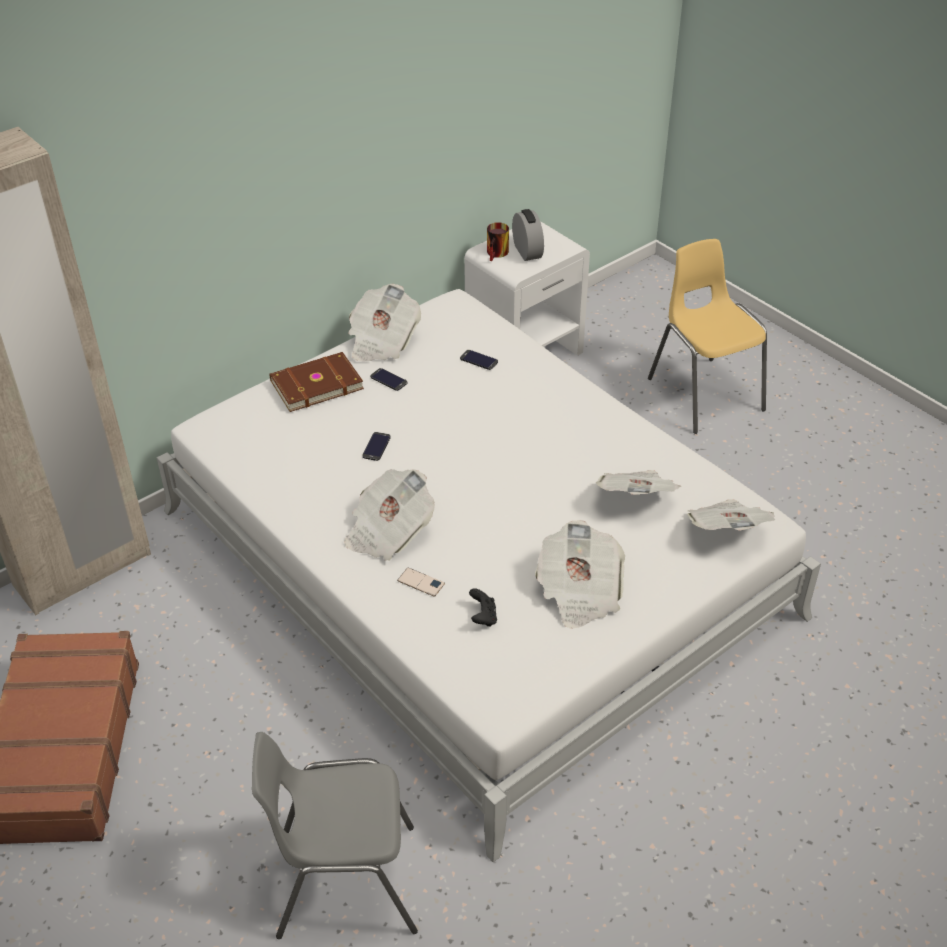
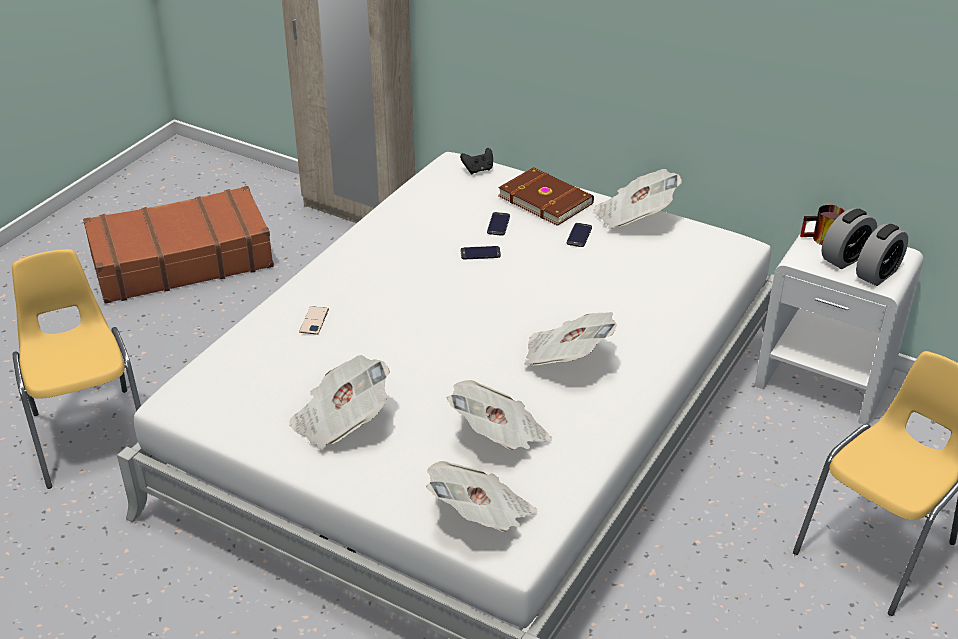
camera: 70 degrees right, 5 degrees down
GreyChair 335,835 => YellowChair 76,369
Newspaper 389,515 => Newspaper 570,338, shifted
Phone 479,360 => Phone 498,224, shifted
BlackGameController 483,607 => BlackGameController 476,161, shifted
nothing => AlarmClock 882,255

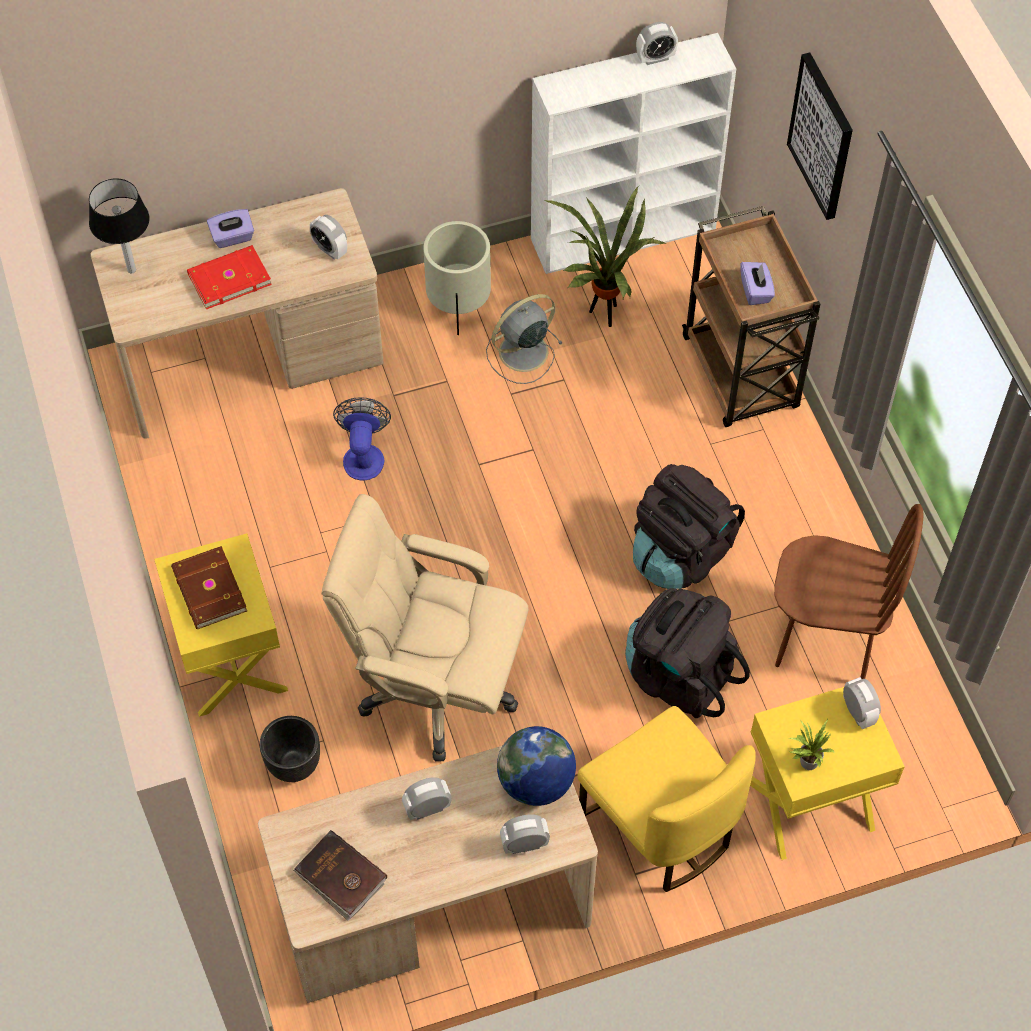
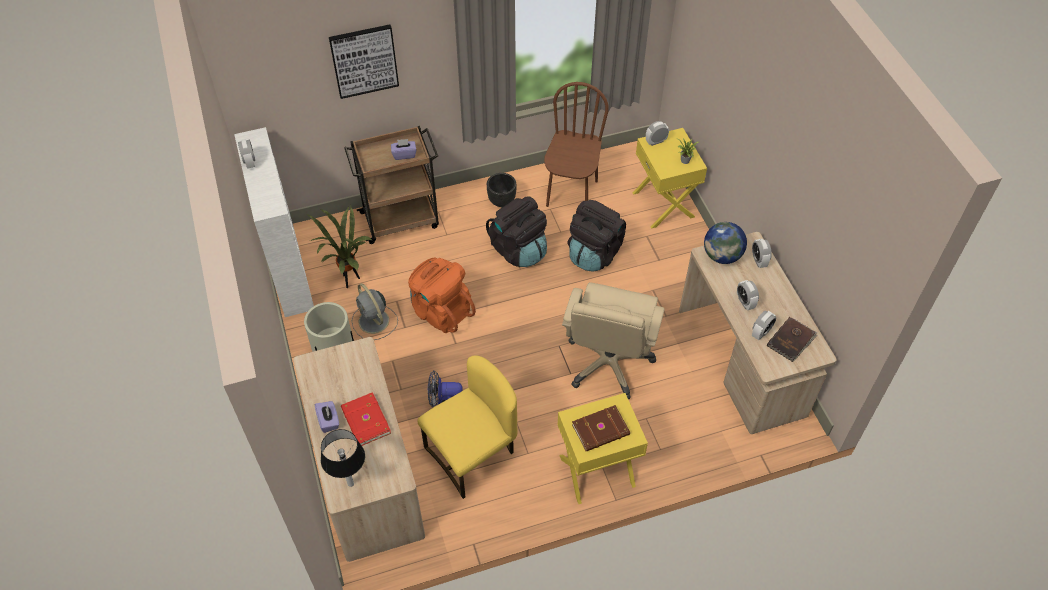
camera: 90 degrees left, 5 degrees down
BlackPlanter 290,749 => BlackPlanter 501,190, shifted
AlarmClock 328,237 => AlarmClock 764,325, shifted
YellowChair 666,799 => YellowChair 467,427, shifted
nothing => OrangeBackpack 442,295

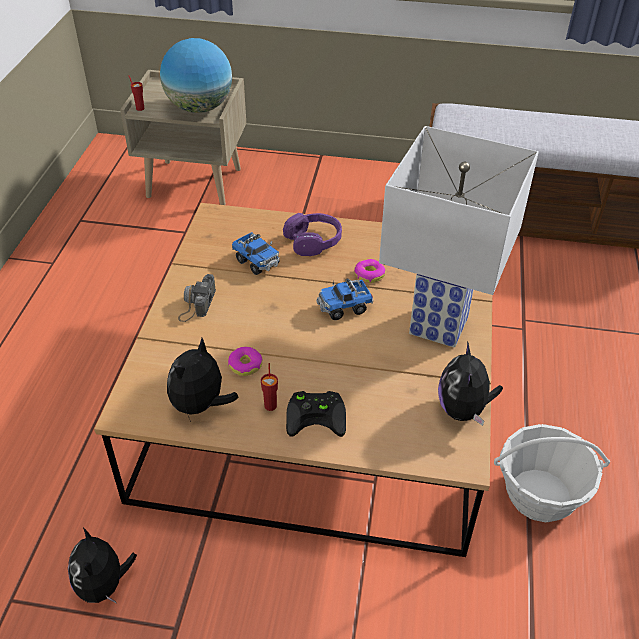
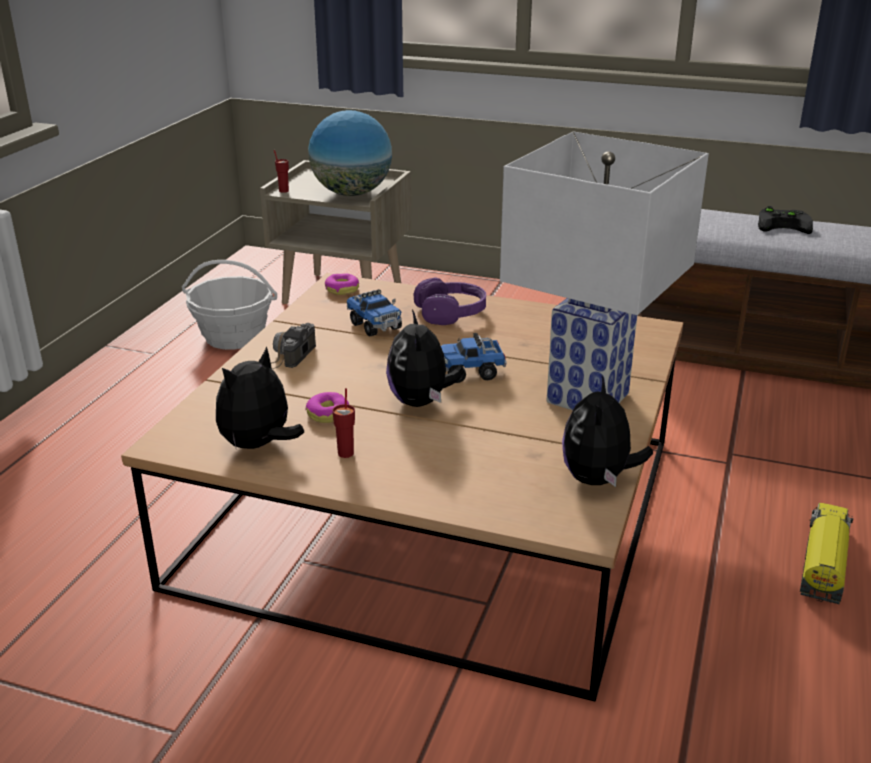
camera: 10 degrees right, 15 degrees down
PlushToy 102,566 => PlushToy 425,358, shifted
BlackGameController 316,414 => BlackGameController 785,220, shifted
Donut 369,271 => Donut 342,284, shifted
Basket 552,473 => Basket 229,305, shifted
nothing => ToyTruck 826,553

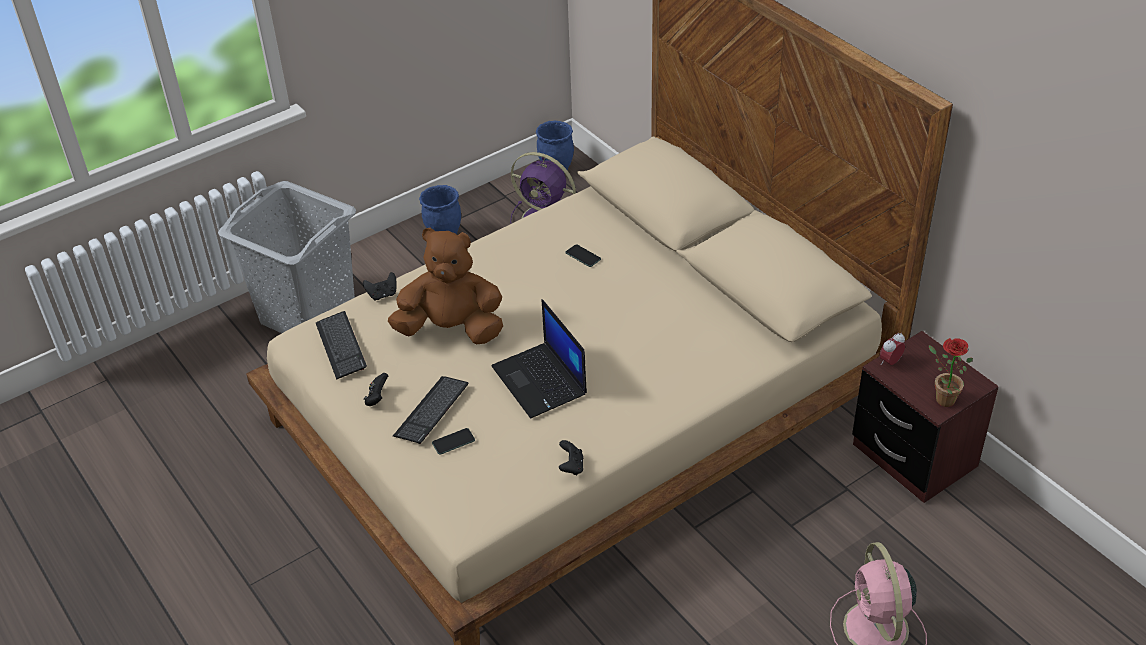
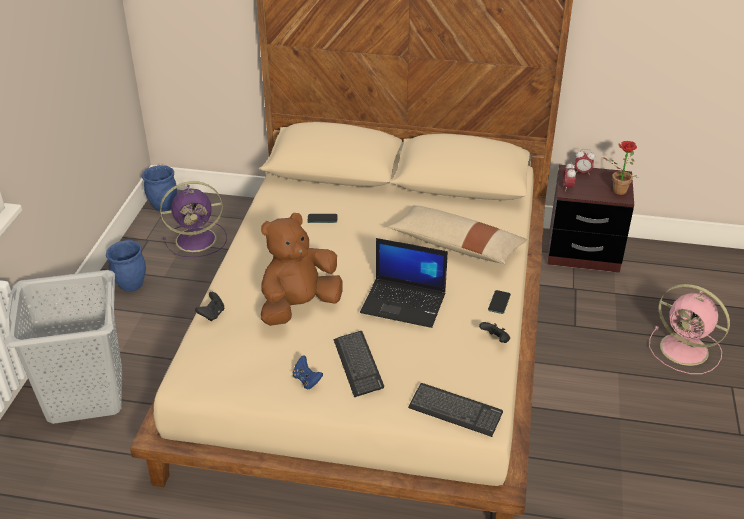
camera: 45 degrees left, 5 degrees down
Keyboard 341,345 => Keyboard 455,410, shifted
BlackGameController 376,389 => BlueGameController 308,372
Phone 453,441 => Phone 499,302, shifted
nothing => BeigePillow 457,234
nothing => AlarmClock 585,161

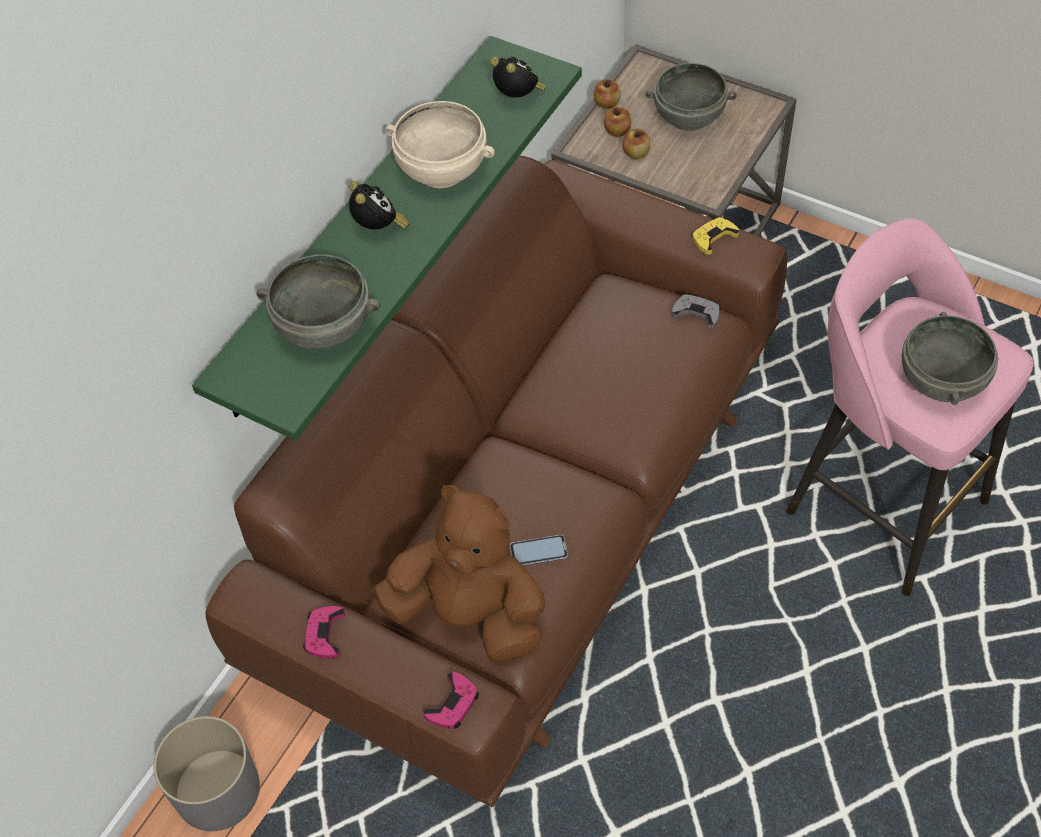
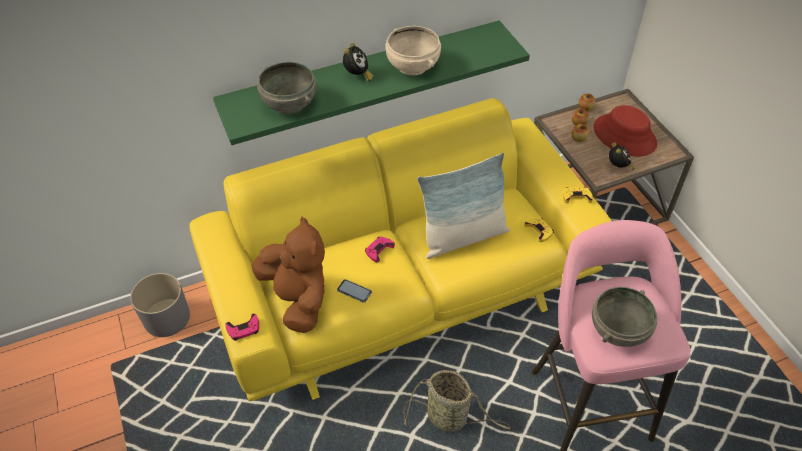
camera: 35 degrees right, 5 degrees down
BrownSofa 496,481 => YellowSofa 401,249
PinkGameController 324,632 => PinkGameController 380,249, shifted
AlarmClock 518,77 => AlarmClock 622,156, shifted
GreyBowl 691,97 => RedHat 625,130
GreyGameController 695,311 => YellowGameController 539,229
nothing => Basket 456,401
nothing => Pillow 463,206

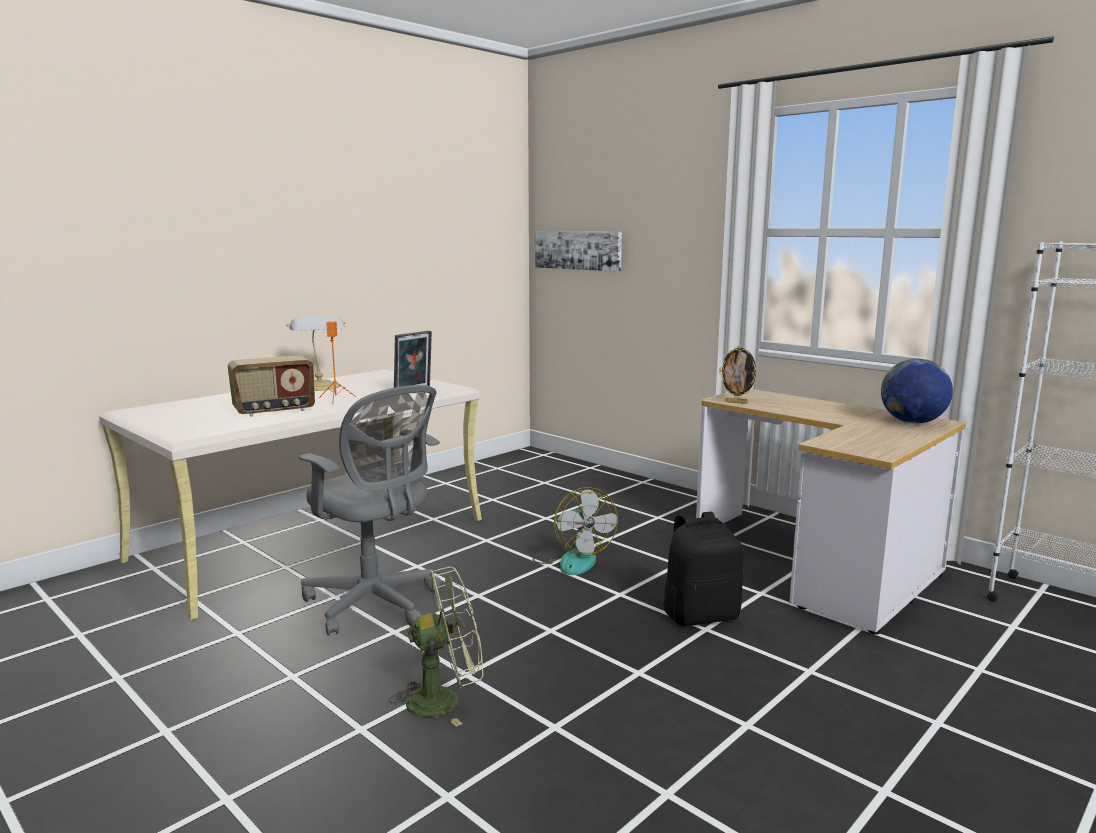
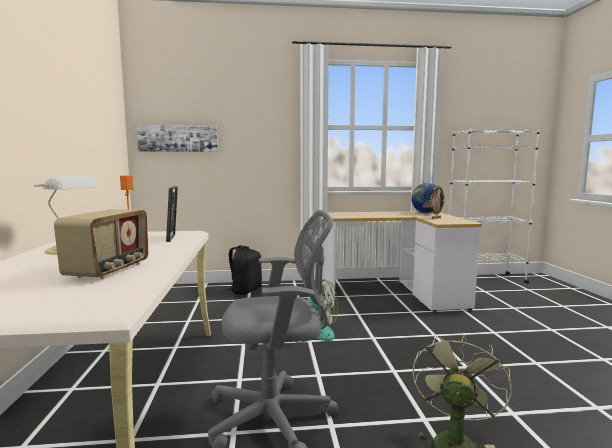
camera: 50 degrees left, 5 degrees down
BlackBackpack 703,569 => BlackBackpack 245,270, shifted
PictureFrame 738,375 => PictureFrame 437,202, shifted

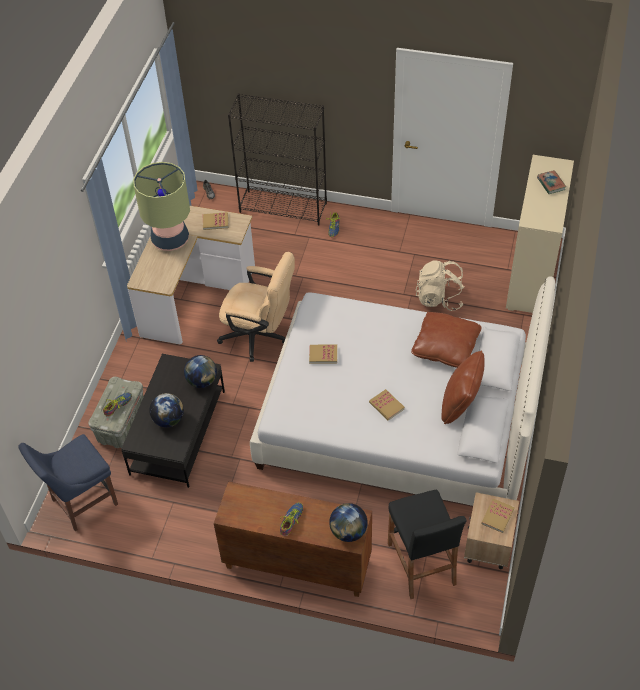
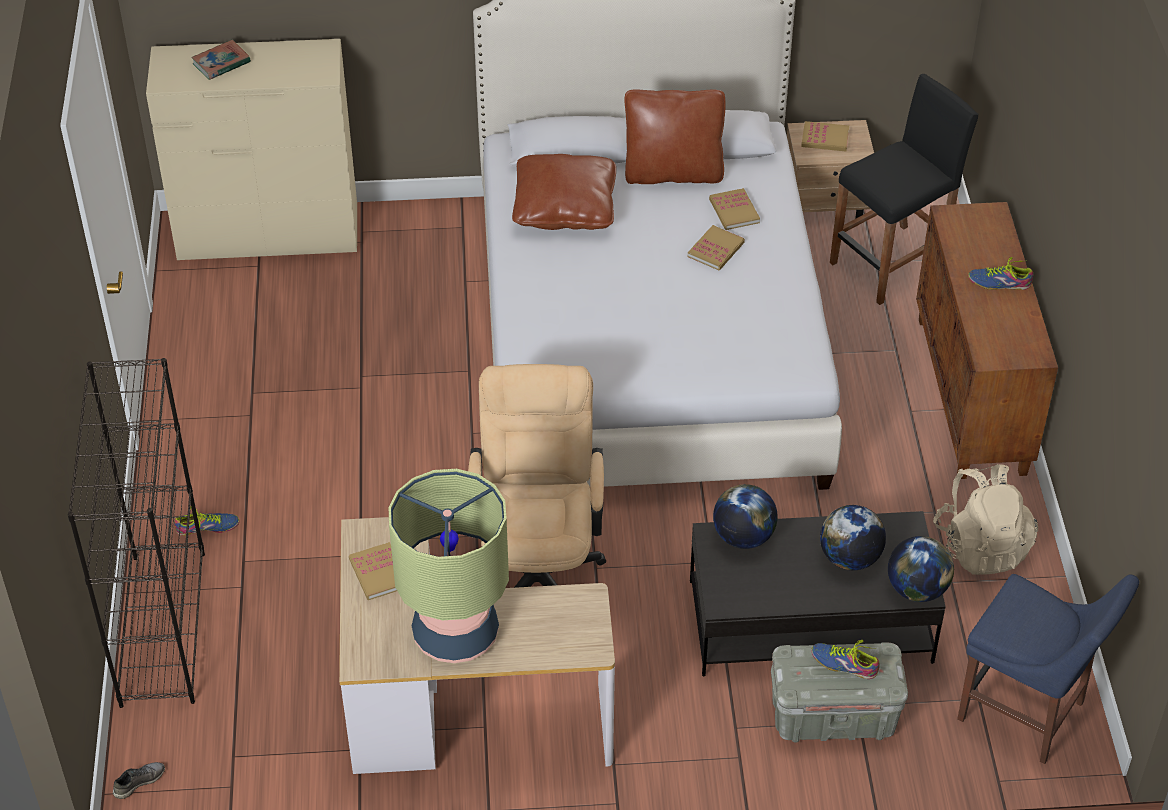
camera: 110 degrees left, 5 degrees down
Book 323,354 => Book 734,209, shifted
Globe 348,522 => Globe 921,569, shifted
BeigeBackpack 440,285 => BeigeBackpack 985,519, shifted

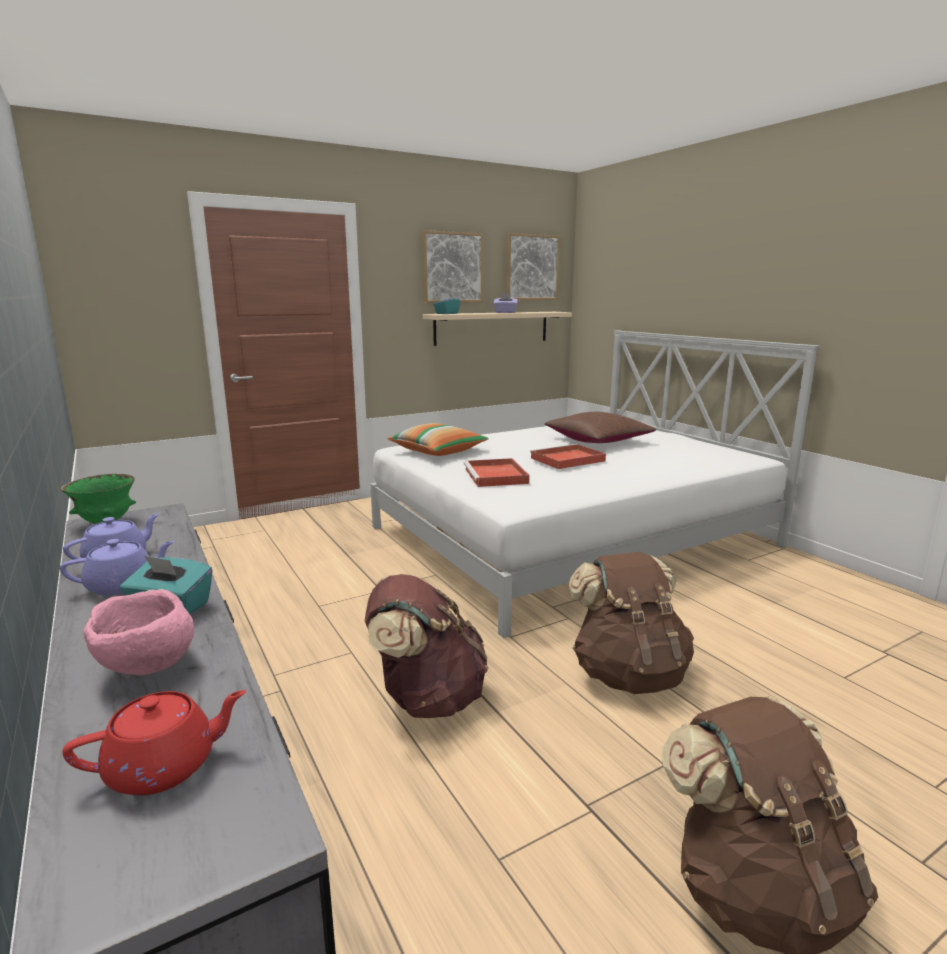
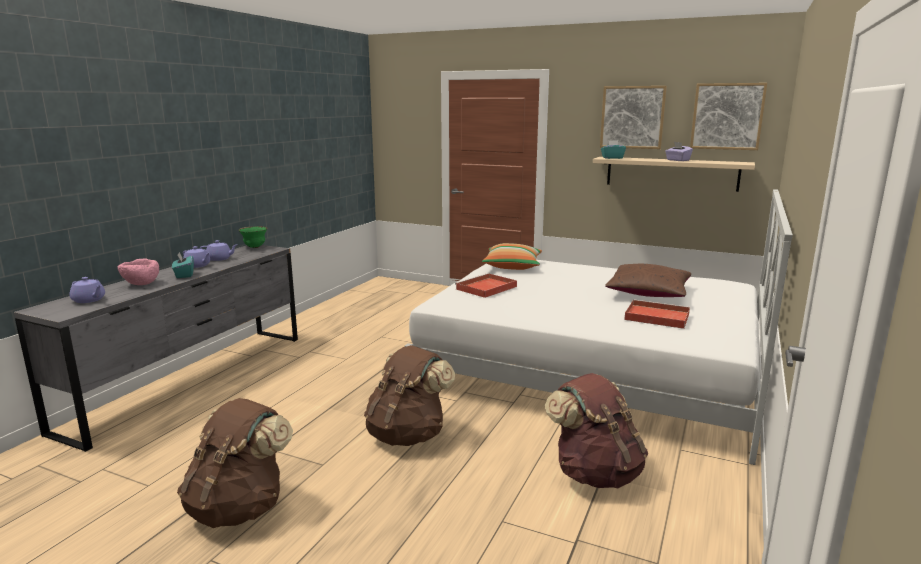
camera: 55 degrees right, 0 degrees up
RedTeapot 154,742 => PurpleTeapot 87,290
BrownBackpack 426,646 => BrownBackpack 596,430, shifted
RedTray 568,456 => RedTray 657,314, shifted

